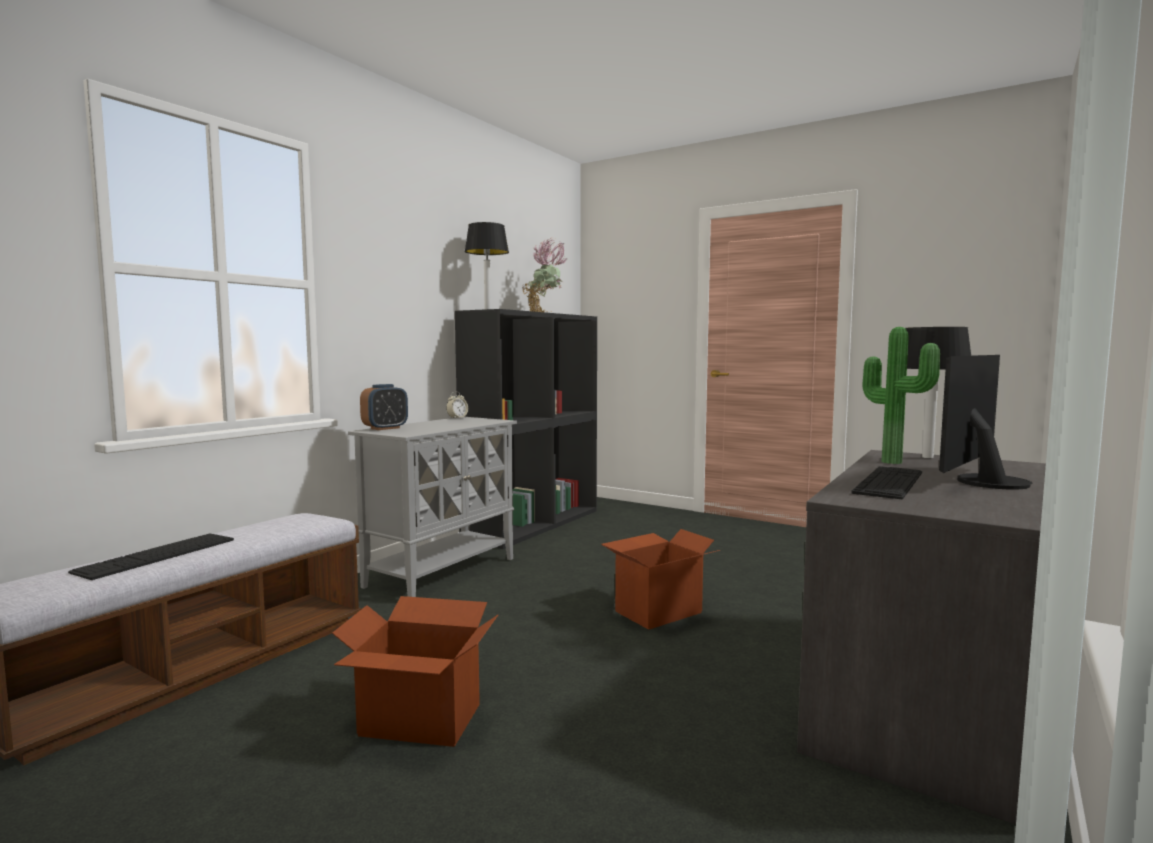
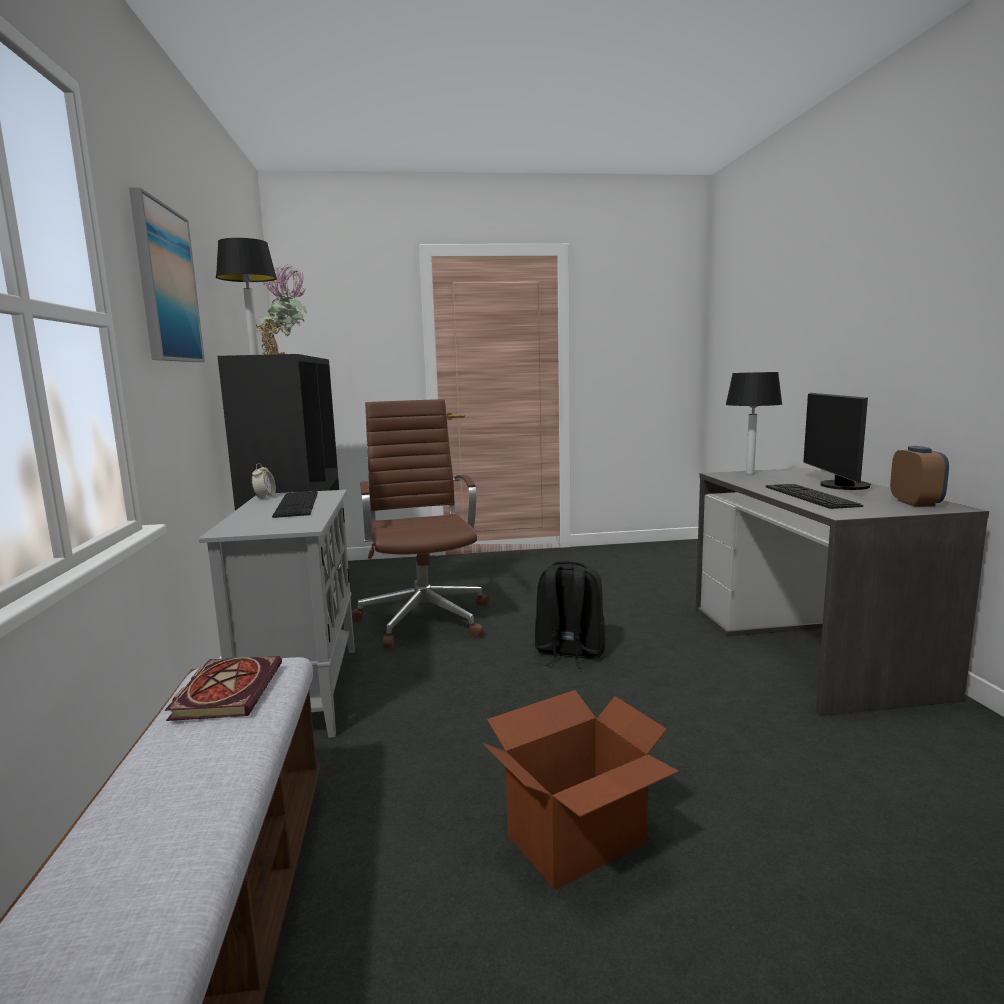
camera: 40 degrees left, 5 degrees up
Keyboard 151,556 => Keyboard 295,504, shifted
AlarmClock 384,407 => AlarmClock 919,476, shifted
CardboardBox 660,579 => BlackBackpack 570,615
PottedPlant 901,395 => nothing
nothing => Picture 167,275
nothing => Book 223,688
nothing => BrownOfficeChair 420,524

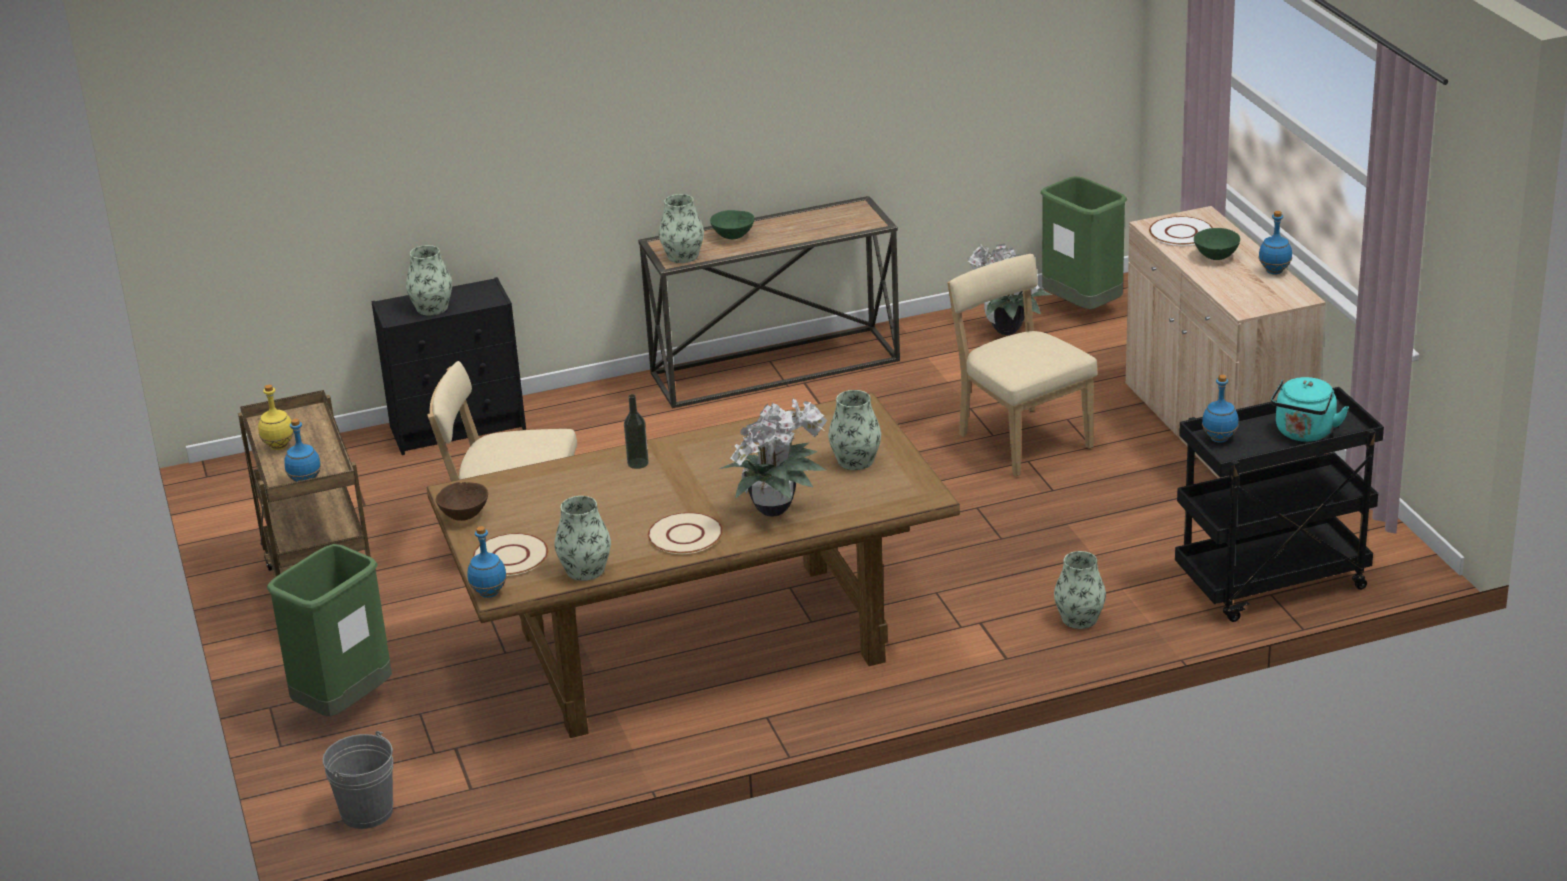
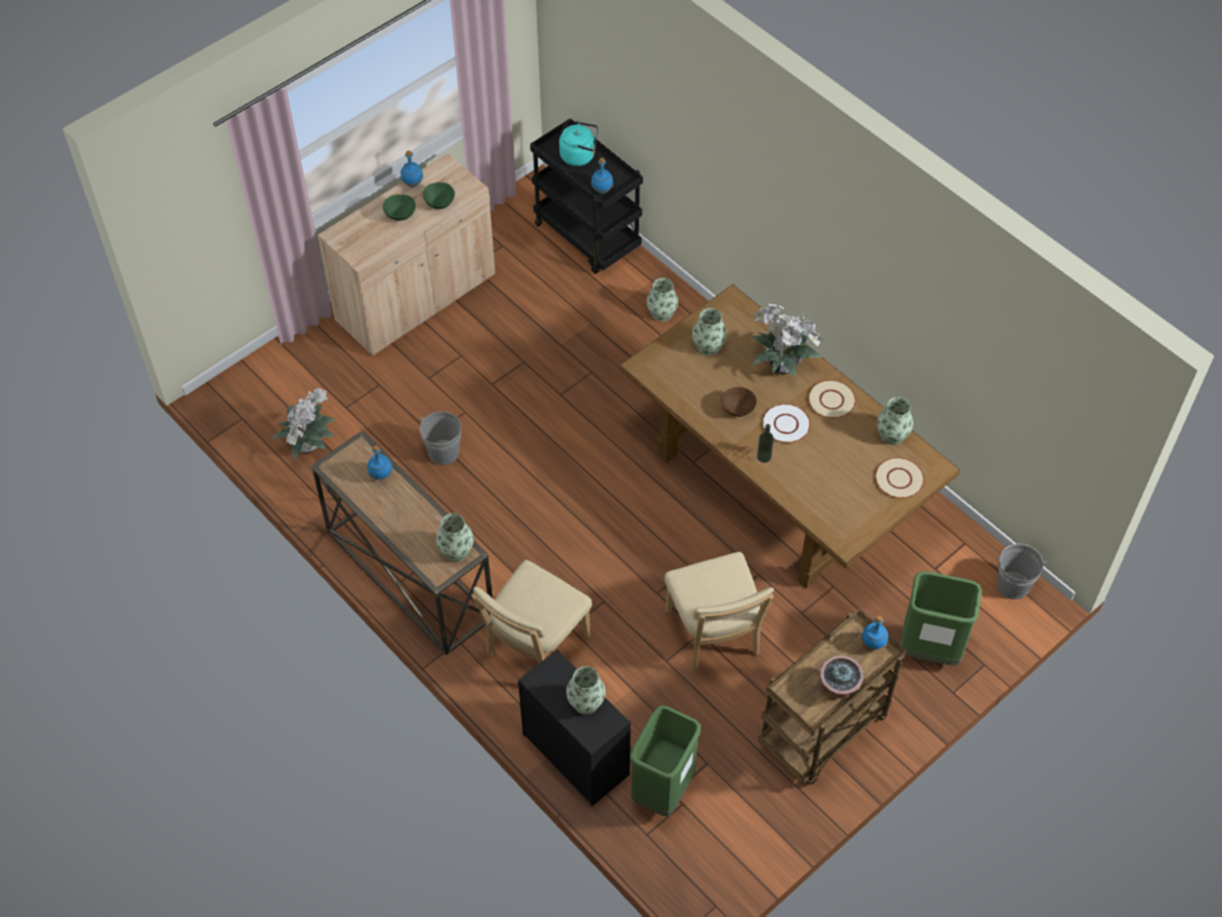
camera: 115 degrees left, 25 degrees up
YellowBottle 276,417 => PottedPlant 842,676
BrownBowl 462,501 => BrownBowl 739,402, shifted
BlueBottle 487,562 => BlueBottle 379,462, shifted
GreenBowl 732,224 => GreenBowl 439,195, shifted
BeigeChair 1022,365 => BeigeChair 531,612, shifted
GreenTrashCan 1083,242 => GreenTrashCan 665,761, shifted
WhitePlate 1181,231 => WhitePlate 786,423, shifted
nothing => GreyBucket 440,438

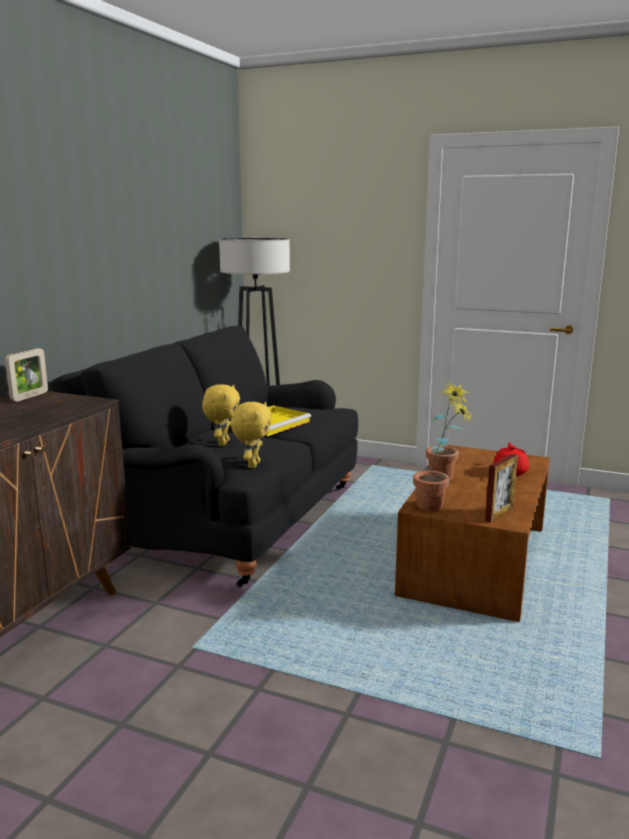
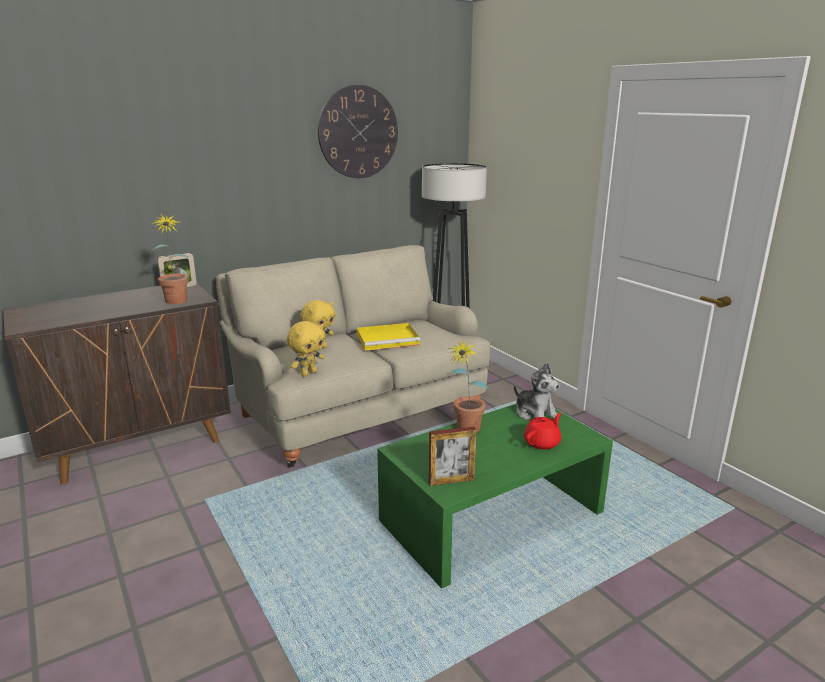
camera: 35 degrees right, 5 degrees up
BlackSofa 204,456 => BeigeSofa 353,356
BrownCoffeeTable 472,533 => GreenCoffeeTable 495,496
PottedPlant 443,455 => PottedPlant 169,259, shifted
nothing => WallClock 358,131
nothing => PlushToy 537,391

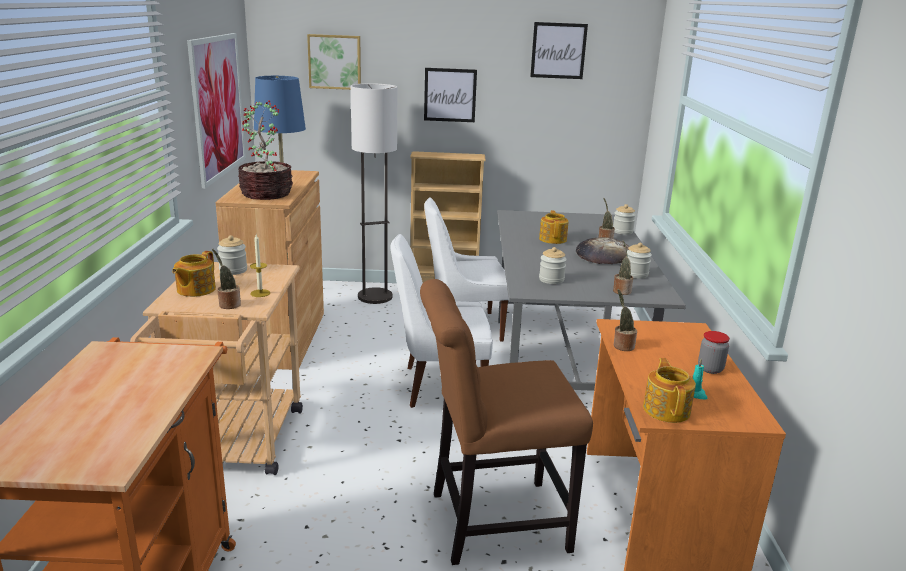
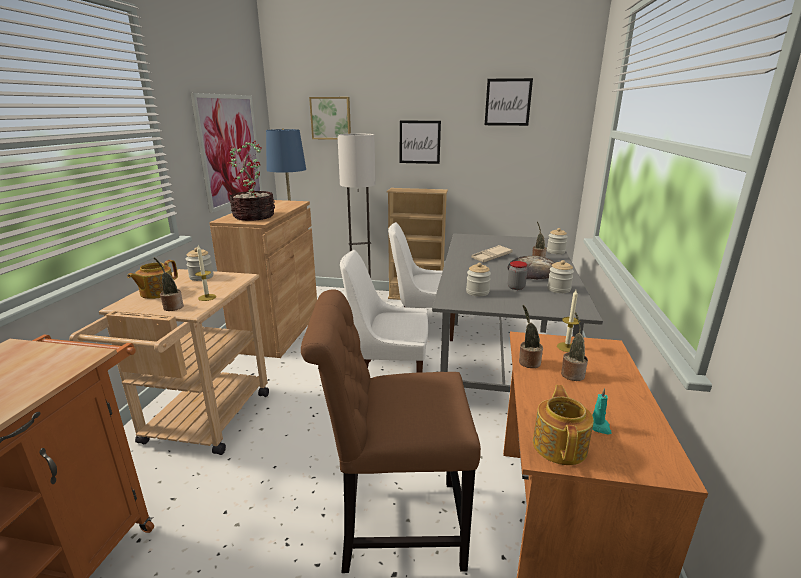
camera: 10 degrees right, 0 degrees up
Teapot 554,227 => BeigeTray 492,253
PottedPlant 623,267 => PottedPlant 574,346, shifted
Jar 714,352 => Jar 517,275, shifted
nothing => Candle 568,321

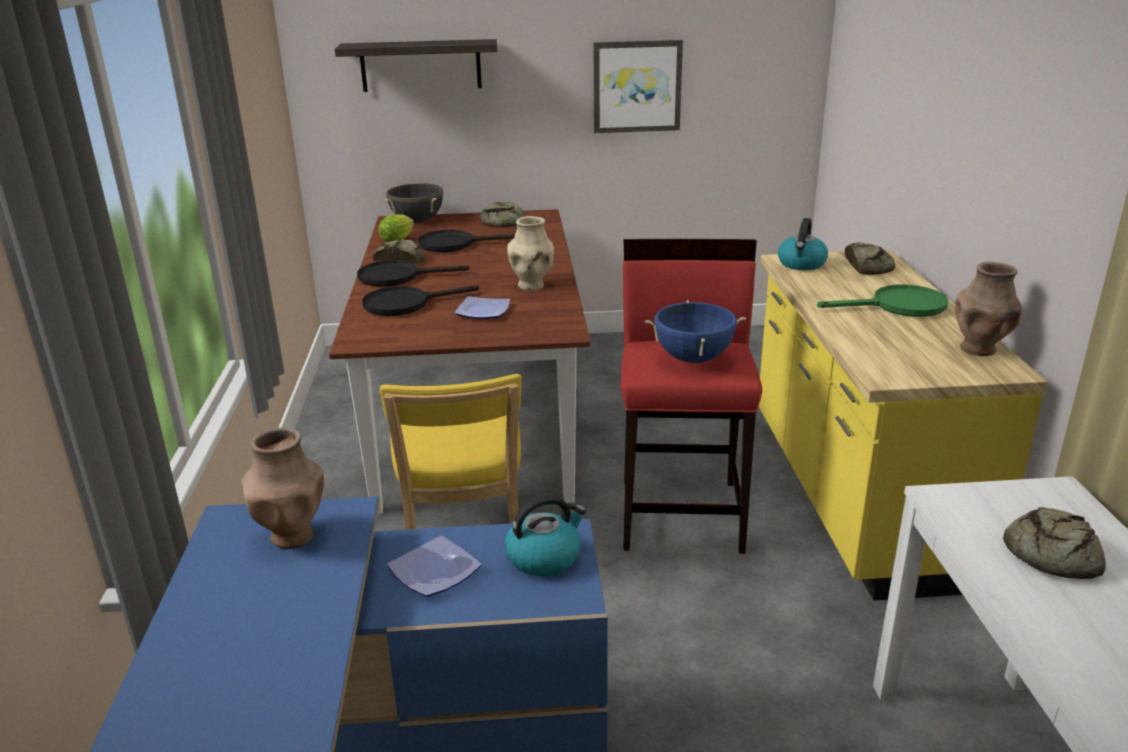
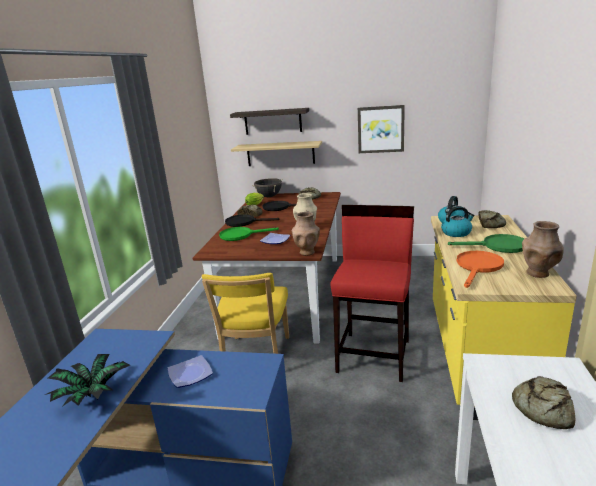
camera: 15 degrees right, 5 degrees down
BrownVase 283,488 => BrownVase 306,234, shifted
BlackFryingPan 420,300 => GreenFryingPan 249,234
Kettle 545,535 => Kettle 458,221, shifted
BlueCookingPot 695,331 => nothing
nothing => PottedPlant 87,380
nothing => Shelf 276,153
nothing => OrangeFryingPan 480,269

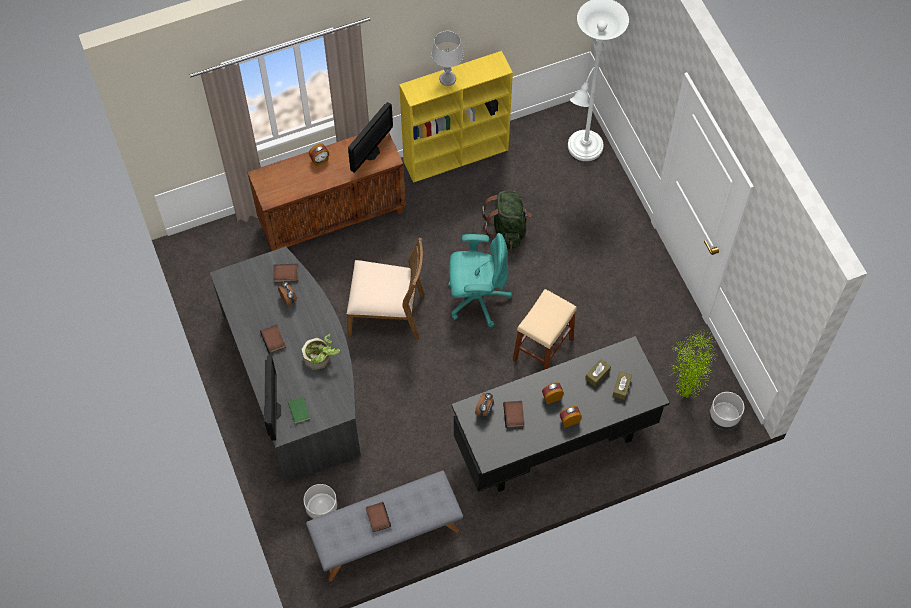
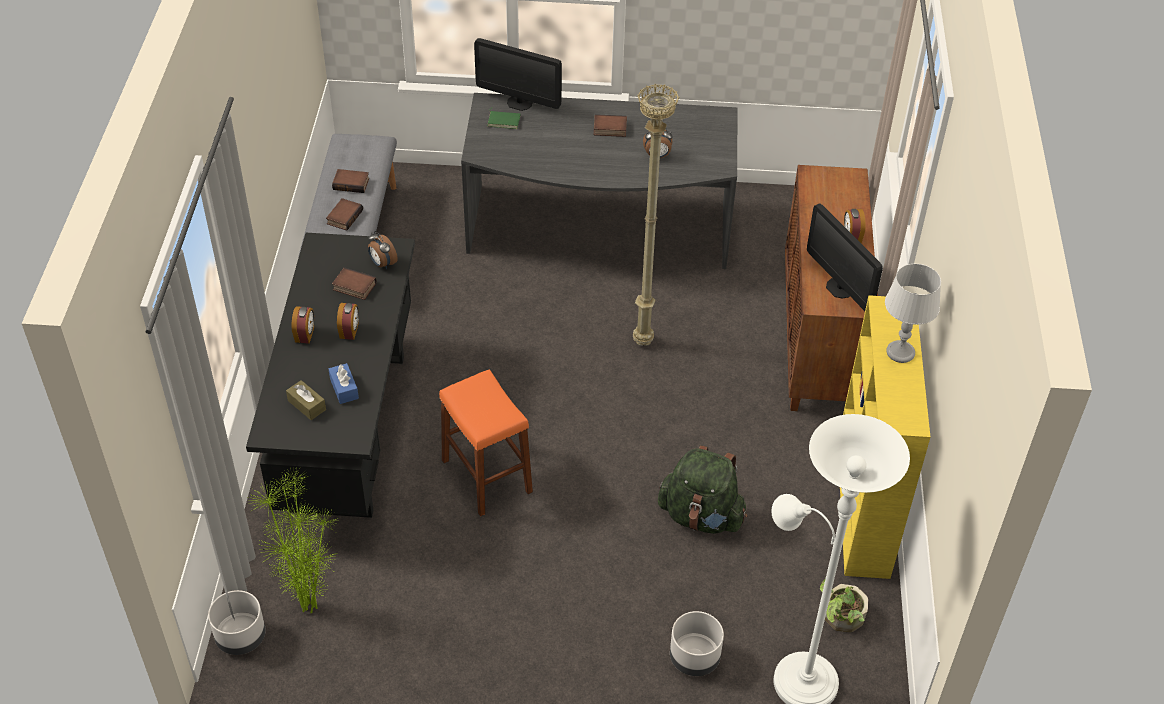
camera: 115 degrees right, 15 degrees down
Book 285,273 => Book 344,214, shifted
PottedPlant 321,352 => PottedPlant 844,605, shifted
GreyPlanter 321,502 => GreyPlanter 697,643, shifted
BrownChair 386,288 => BeigeFloorLamp 656,215
TurquoiseOfficeChair 480,280 => nothing
BeigeStool 545,329 => OrangeStool 486,442
BrownTissueBox 598,373 => BlueTissueBox 344,383

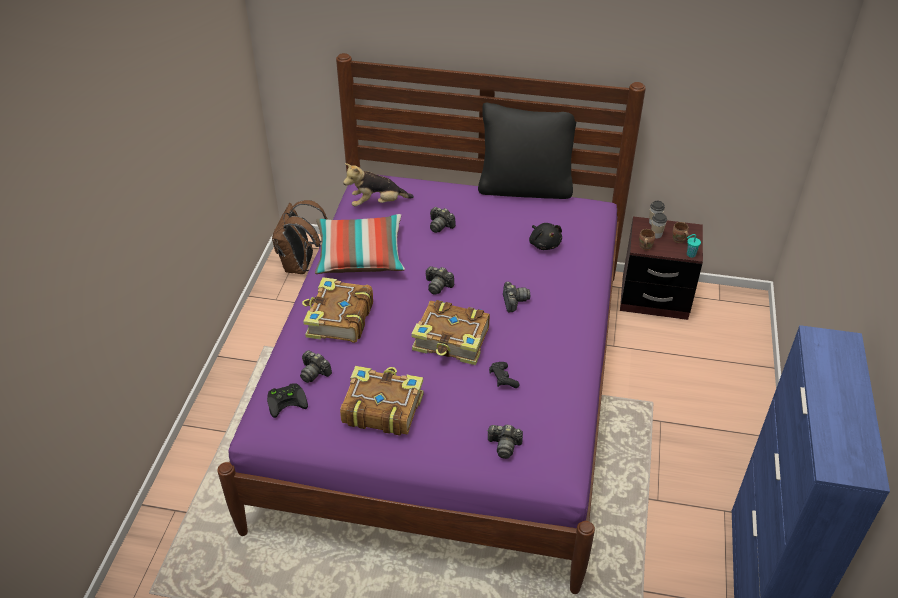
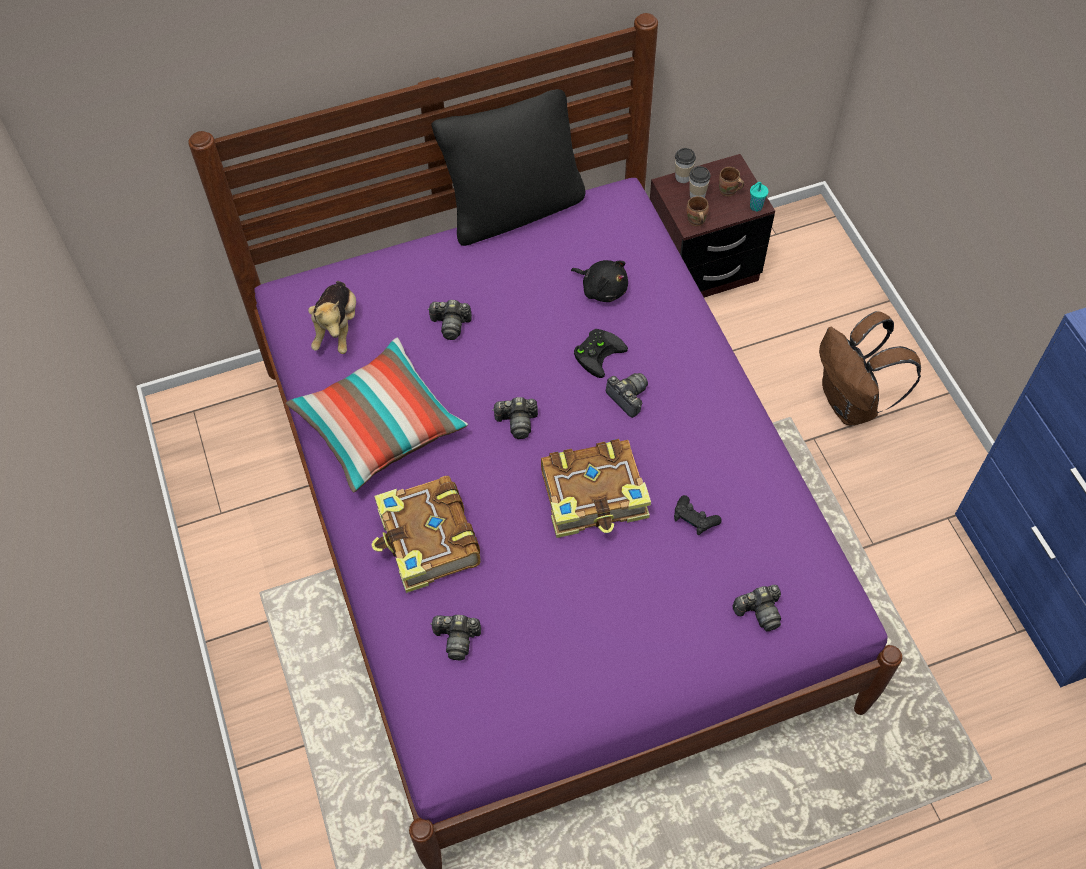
camera: 30 degrees left, 15 degrees up
BlackGameController 287,400 => BlackGameController 601,353, shifted
BrownBackpack 299,237 => BrownBackpack 870,368, shifted
Book 382,401 => nothing
PlushToy 378,184 => PlushToy 332,317, 45 degrees counterclockwise

